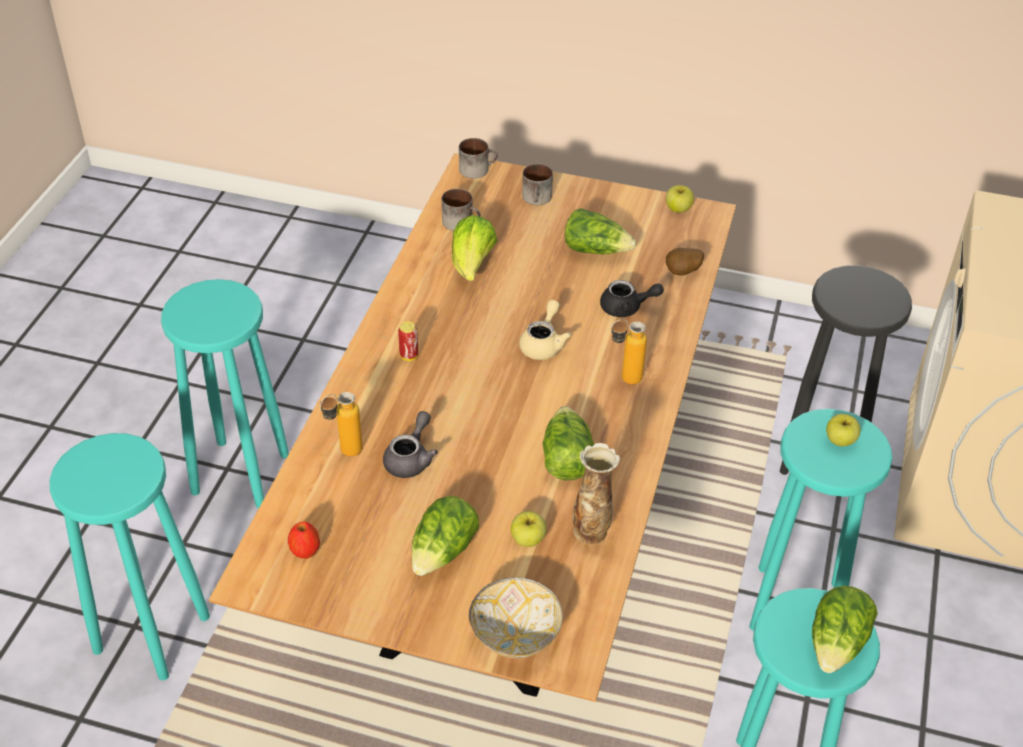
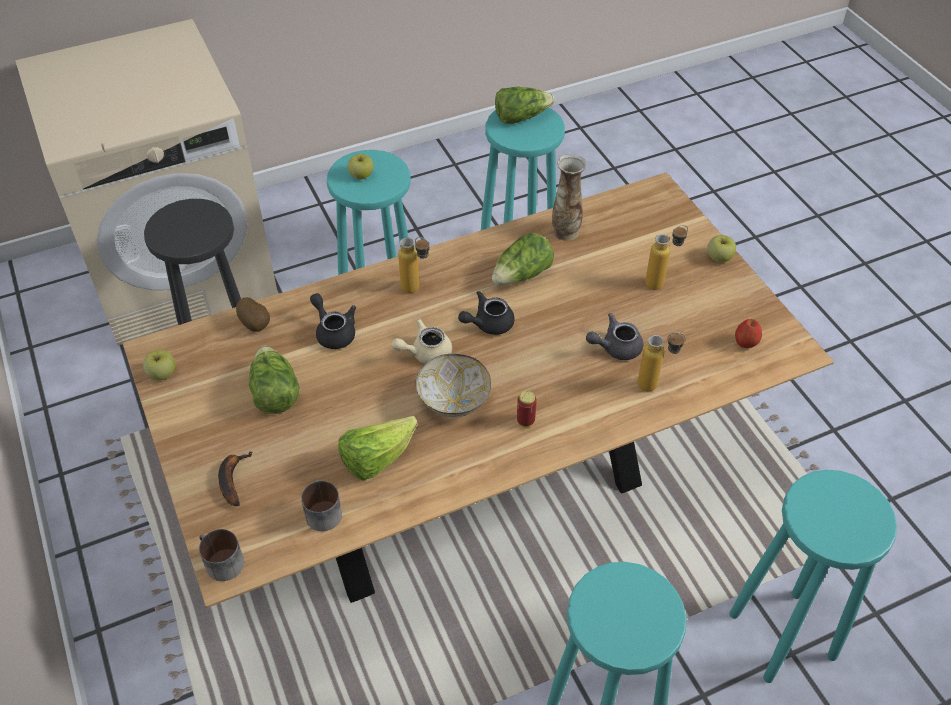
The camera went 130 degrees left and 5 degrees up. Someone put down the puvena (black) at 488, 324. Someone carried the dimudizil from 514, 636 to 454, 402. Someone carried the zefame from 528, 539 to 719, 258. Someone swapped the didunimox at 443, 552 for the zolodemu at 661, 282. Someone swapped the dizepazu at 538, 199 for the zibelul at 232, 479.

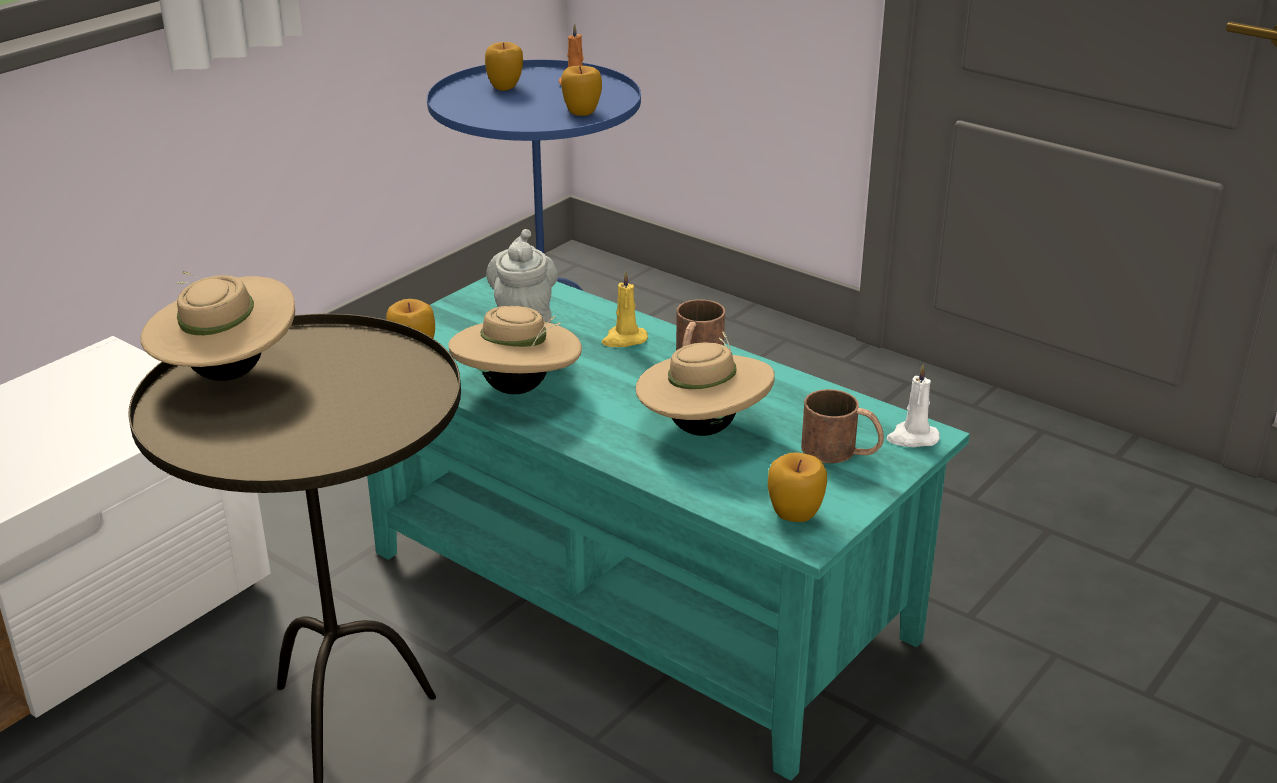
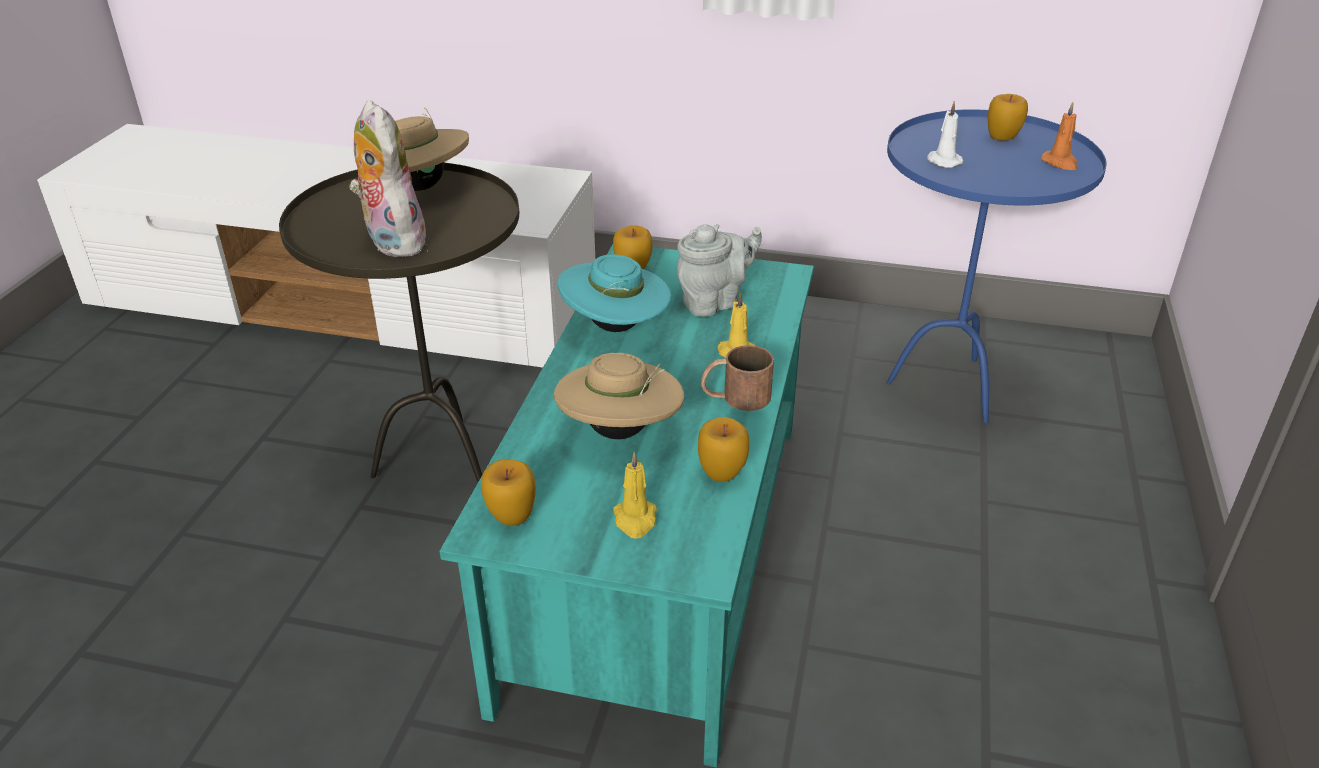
The camera went 65 degrees right and 5 degrees up. Someone put down the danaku at 391, 241. Someone carried the zefame from 582, 112 to 722, 473. Someone carried the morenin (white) from 912, 438 to 942, 161. Someone swapped the dizepazu (brown) at 841, 451 for the morenin (yellow) at 635, 520. Someone repainted the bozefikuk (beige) at 517, 389, which became the bozefikuk (turquoise) at 616, 327.

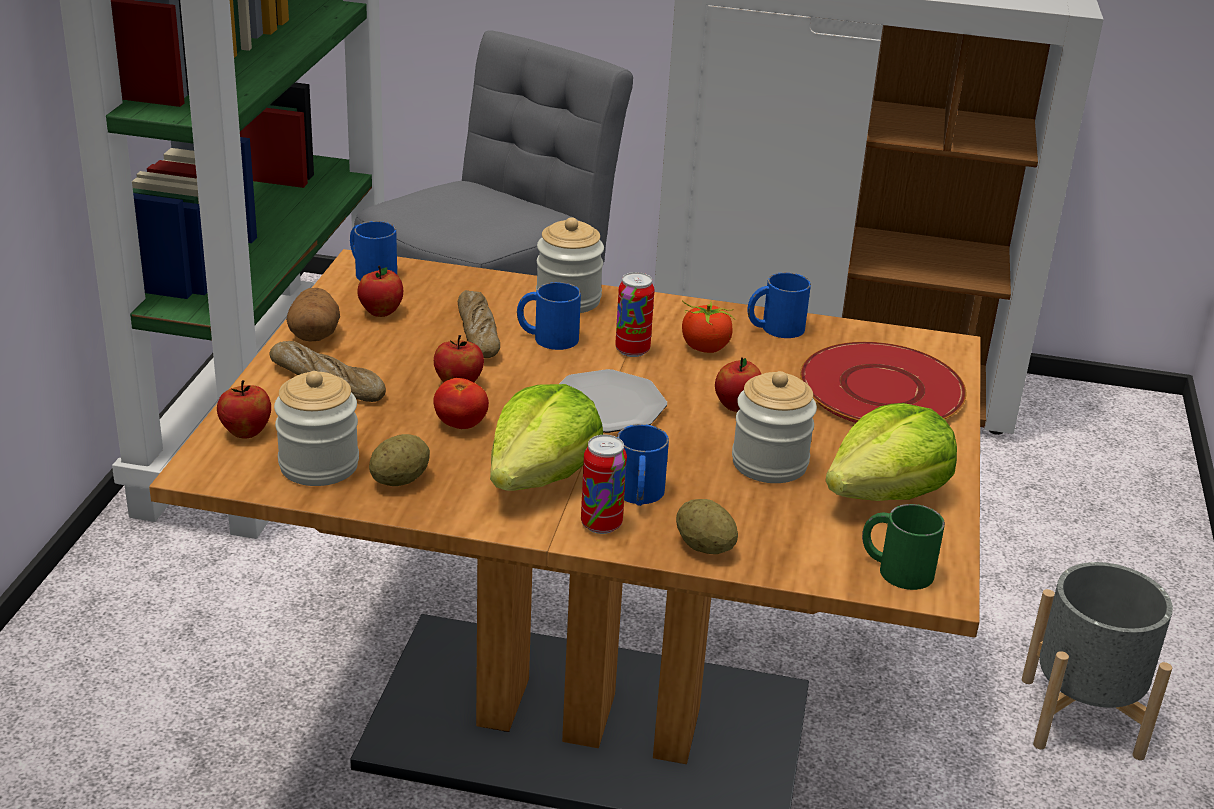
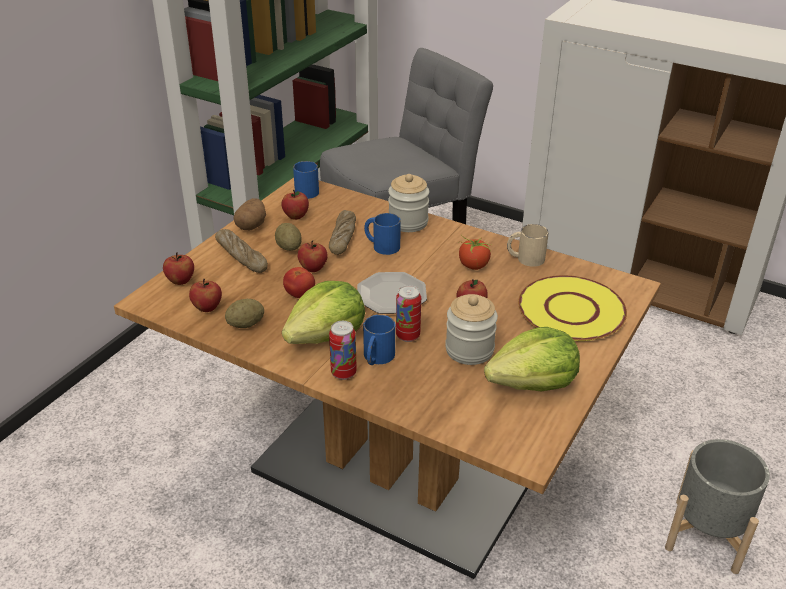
The camera went 20 degrees right and 5 degrees up. Someone took away the dizepazu (green) at 895, 569. Someone carried the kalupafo from 632, 350 to 408, 336. Someone carried the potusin from 704, 547 to 289, 247. Someone swapped the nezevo at 319, 465 for the zefame at 207, 308. Someone repainted the dizepazu (blue) at 774, 328, which became the dizepazu (beige) at 525, 258. Someone repainted the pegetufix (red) at 881, 390, which became the pegetufix (yellow) at 571, 310.

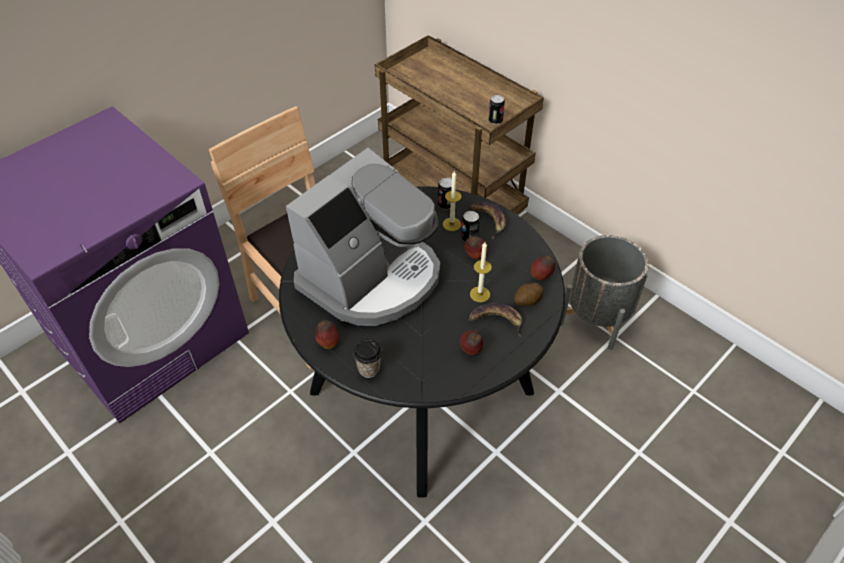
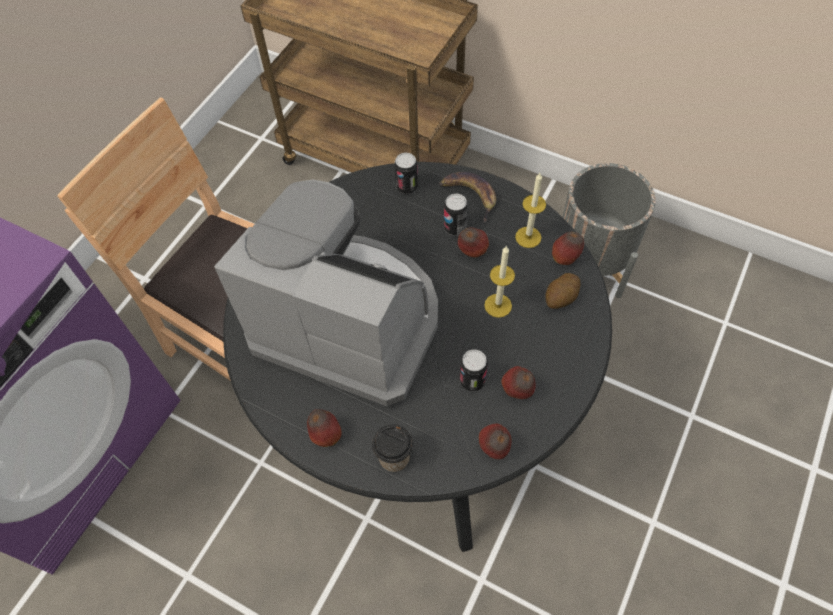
The camera went 15 degrees left and 10 degrees up. Someone took away the zibelul at 497, 320. Someone put down the zefame at 494, 448. Someone carried the morenin from 452, 224 to 528, 237. Someone carried the kalupafo from 495, 120 to 472, 381. Someone rotated the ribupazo at 372, 278 by 90 degrees counterclockwise.

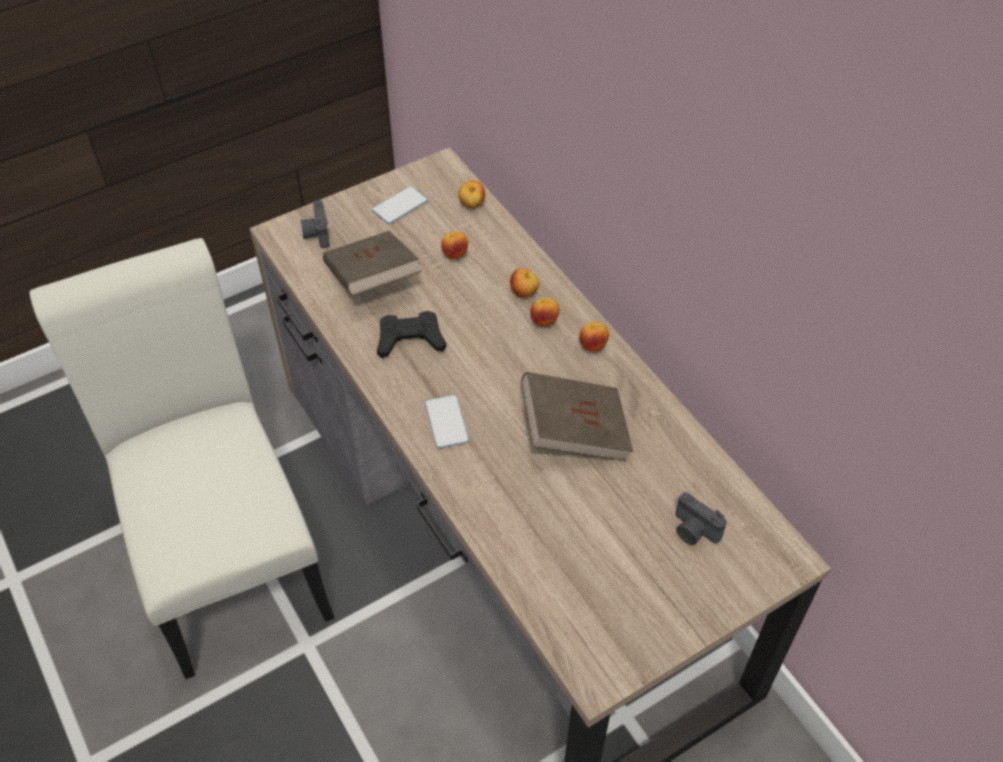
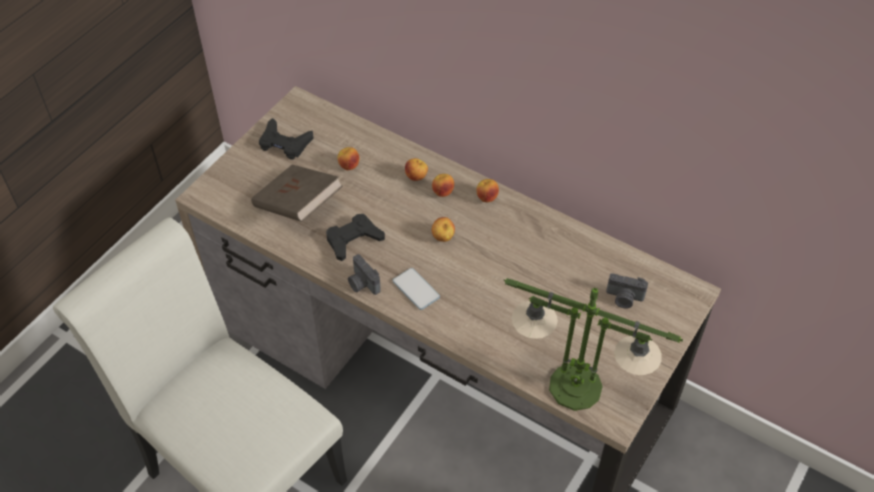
The camera went 25 degrees left and 0 degrees up. Someone took away the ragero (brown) at 574, 432. Someone put down the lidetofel at 574, 387. Someone carried the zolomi from 316, 234 to 362, 284. Someone carried the zefame from 472, 205 to 443, 238. Someone swapped the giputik at 400, 206 for the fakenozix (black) at 284, 143.

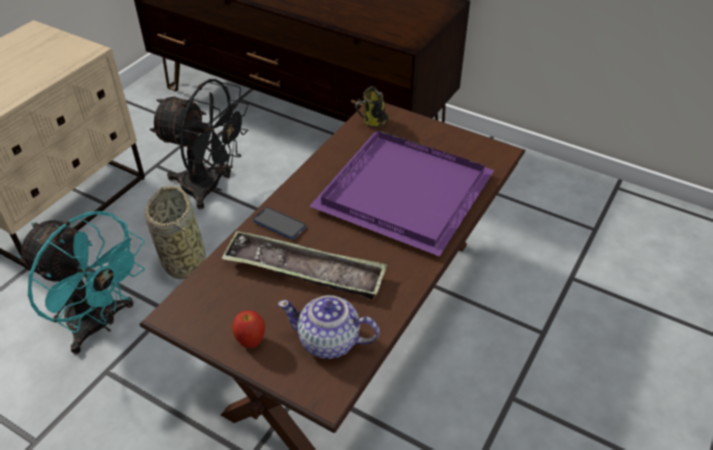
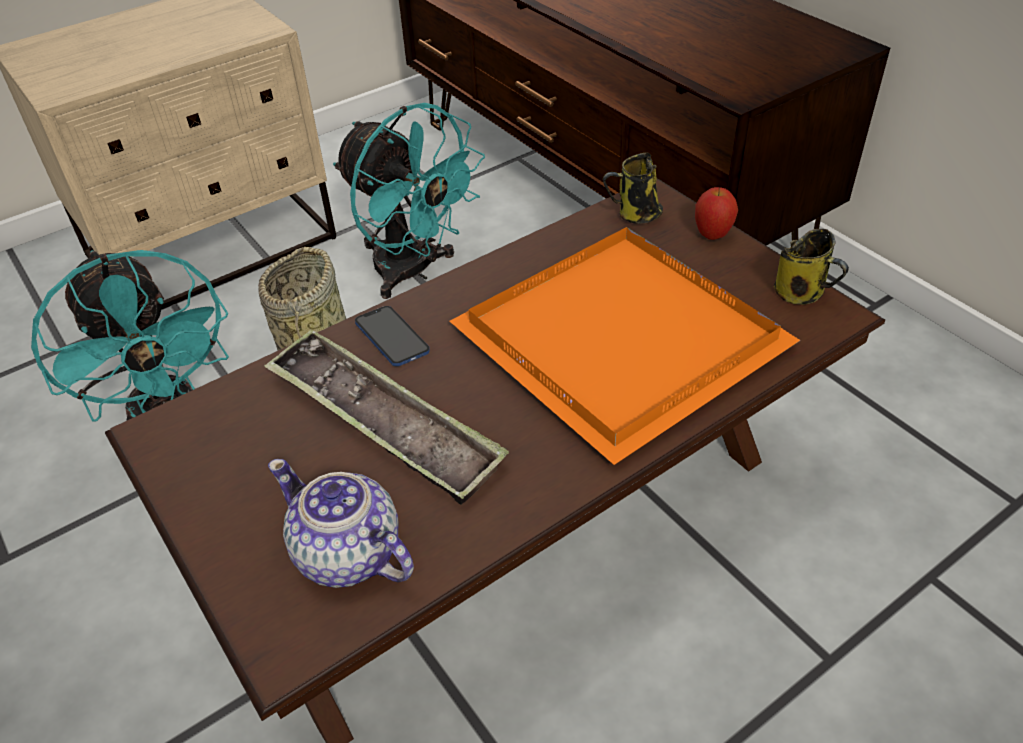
The camera went 25 degrees right and 0 degrees up. Someone put down the dizepazu at 801, 293. Someone carried the zefame from 251, 341 to 712, 235. Someone repainted the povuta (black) at 210, 188, which became the povuta (turquoise) at 414, 272. Someone repainted the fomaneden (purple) at 400, 193, which became the fomaneden (orange) at 613, 339.

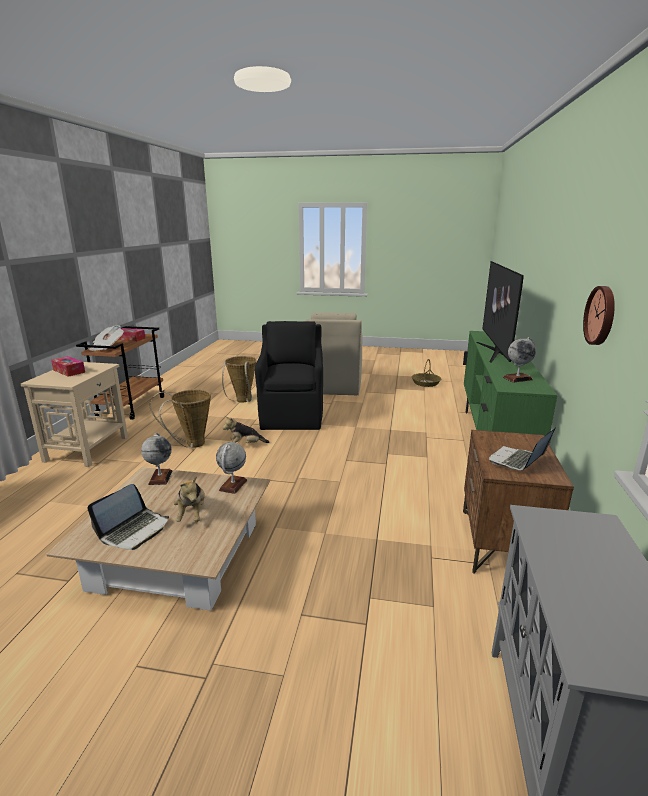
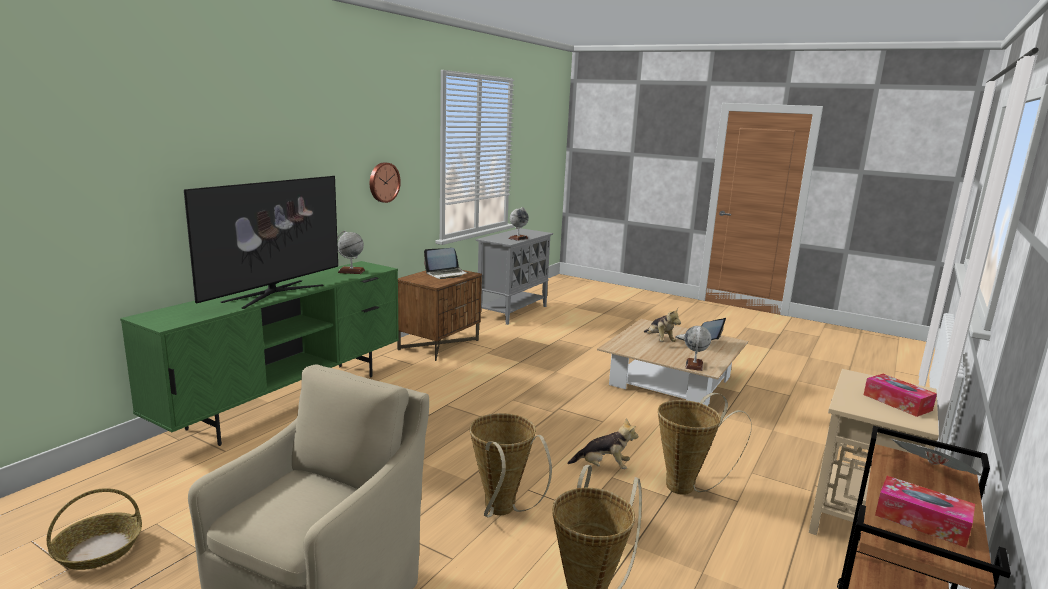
The camera went 160 degrees left and 5 degrees down. Someone carried the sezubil from 233, 485 to 518, 238. Someone swapped the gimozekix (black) at 292, 416 for the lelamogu at 502, 512. Someone rotated the danaku at 192, 514 by 150 degrees clockwise.

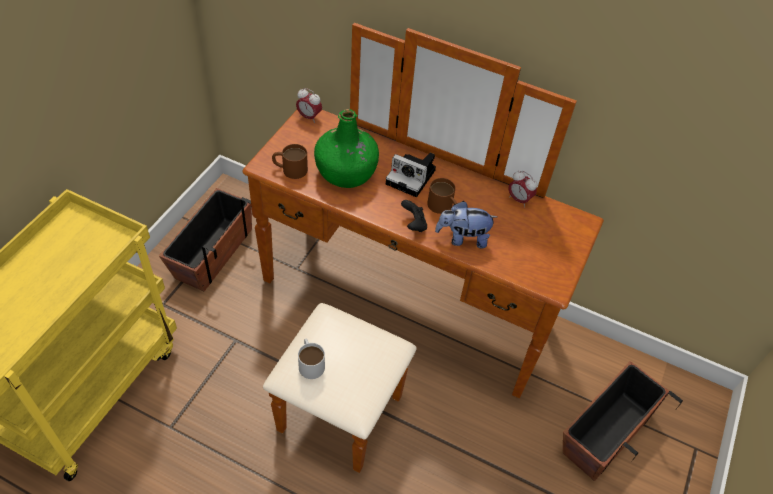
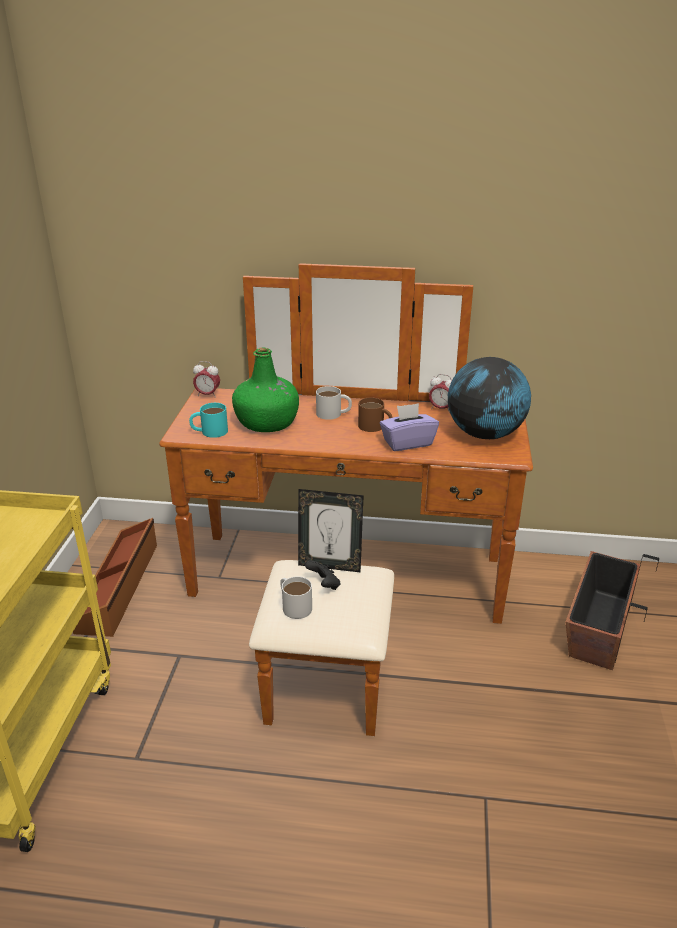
The camera went 15 degrees left and 20 degrees down. Someone put down the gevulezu at 330, 565. Someone put down the sezubil at 485, 434. Someone carried the fakenozix (black) from 413, 224 to 324, 585. Someone swapped the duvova at 213, 253 for the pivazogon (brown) at 120, 586. Someone swapped the zolomi at 412, 177 for the dizepazu (white) at 333, 414. Someone swapped the danaku at 463, 238 for the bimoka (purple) at 407, 443. Someone repainted the dizepazu (brown) at 290, 169, which became the dizepazu (turquoise) at 209, 431.

